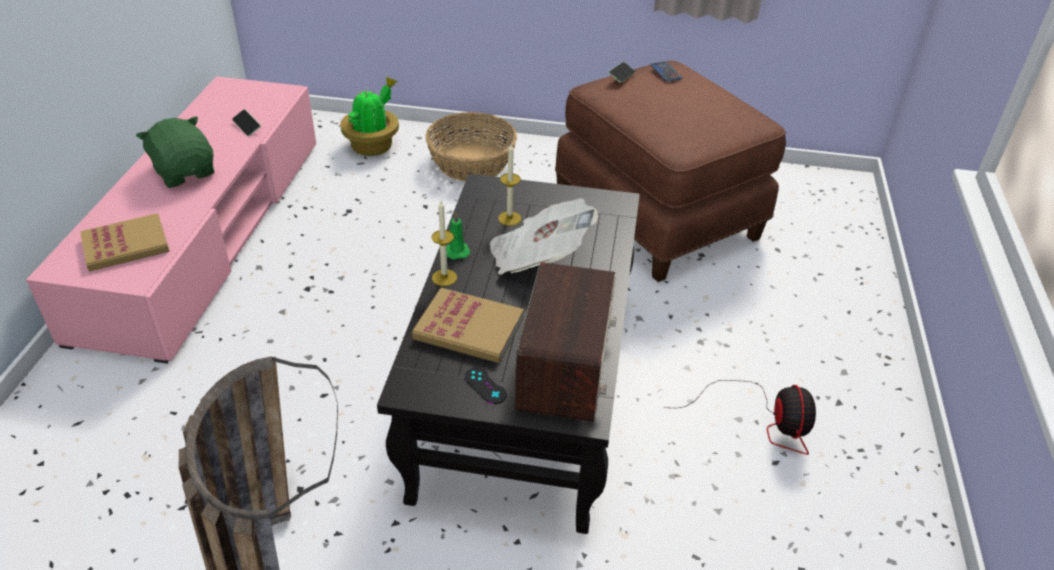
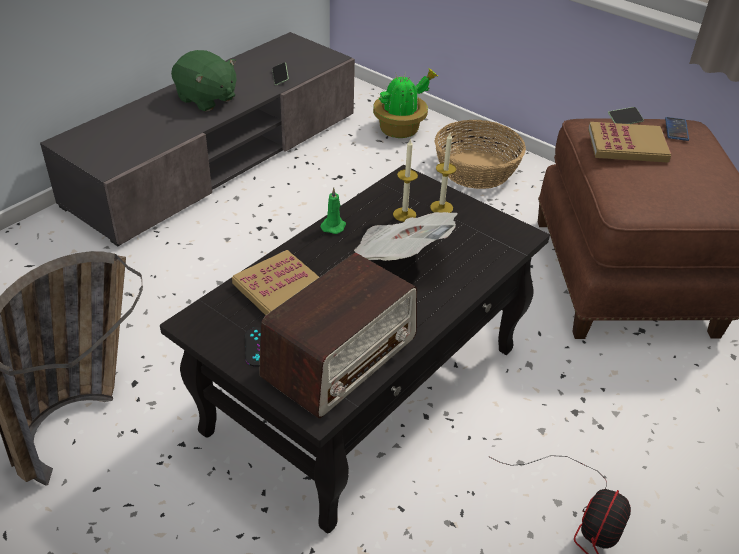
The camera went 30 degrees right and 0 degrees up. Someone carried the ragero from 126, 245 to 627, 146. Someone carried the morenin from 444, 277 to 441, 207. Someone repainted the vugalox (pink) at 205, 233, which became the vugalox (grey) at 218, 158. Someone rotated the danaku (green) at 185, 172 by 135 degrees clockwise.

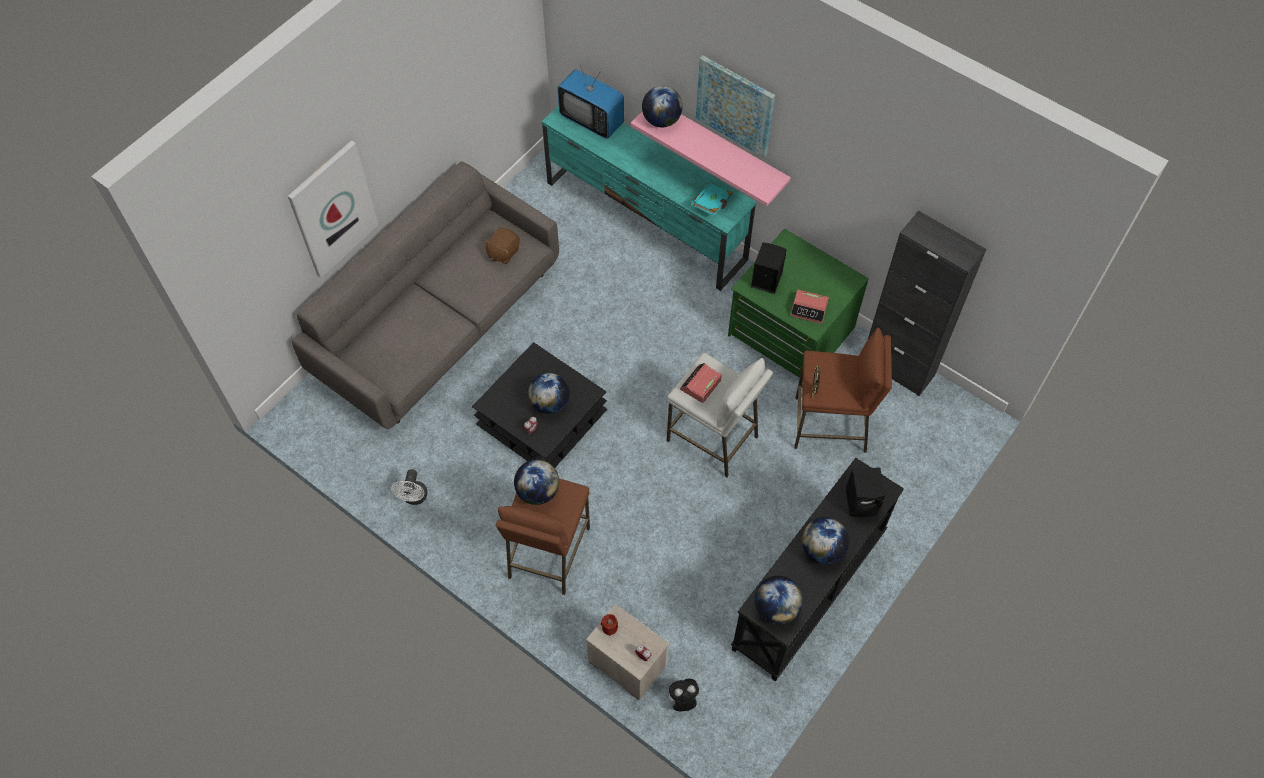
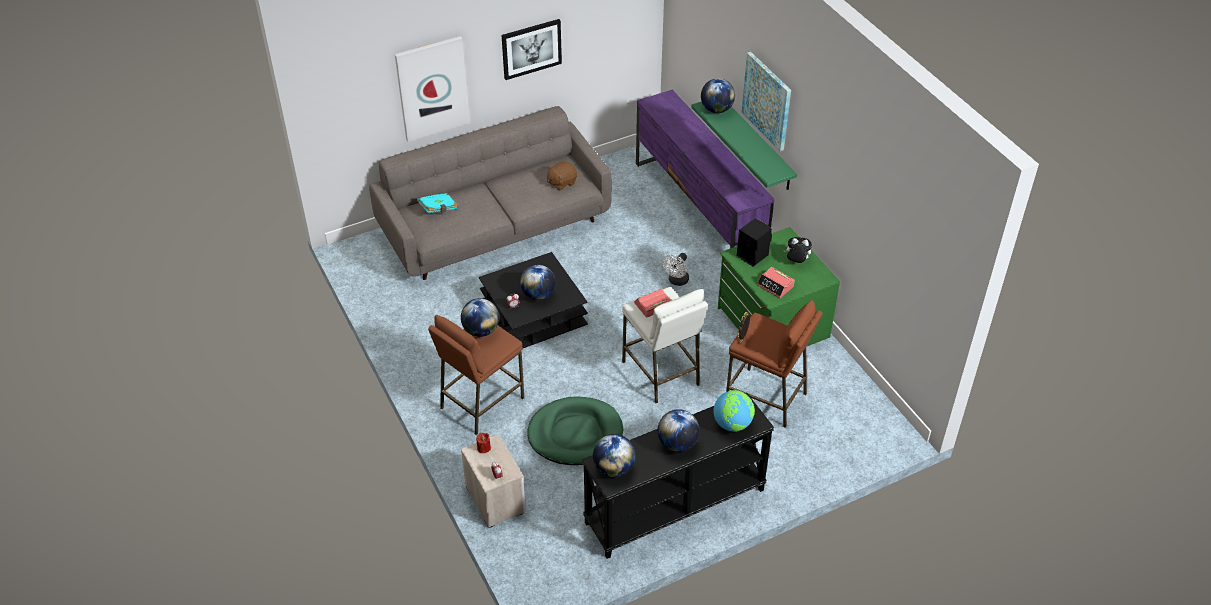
The camera went 25 degrees right and 15 degrees down. Someone took away the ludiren at 592, 120. Someone took away the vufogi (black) at 897, 368. Someone put up the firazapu at 531, 48. Someone put down the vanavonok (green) at 575, 434. Someone carried the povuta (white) from 414, 498 to 677, 281. Someone carried the danaku from 682, 701 to 796, 262. Someone carried the ragero (turquoise) from 712, 205 to 438, 209. Someone swapped the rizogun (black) at 862, 502 for the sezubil at 732, 424. Someone repainted the vugalox (turquoise) at 646, 221, which became the vugalox (purple) at 698, 212. Someone repainted the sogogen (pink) at 720, 148, which became the sogogen (green) at 756, 144.

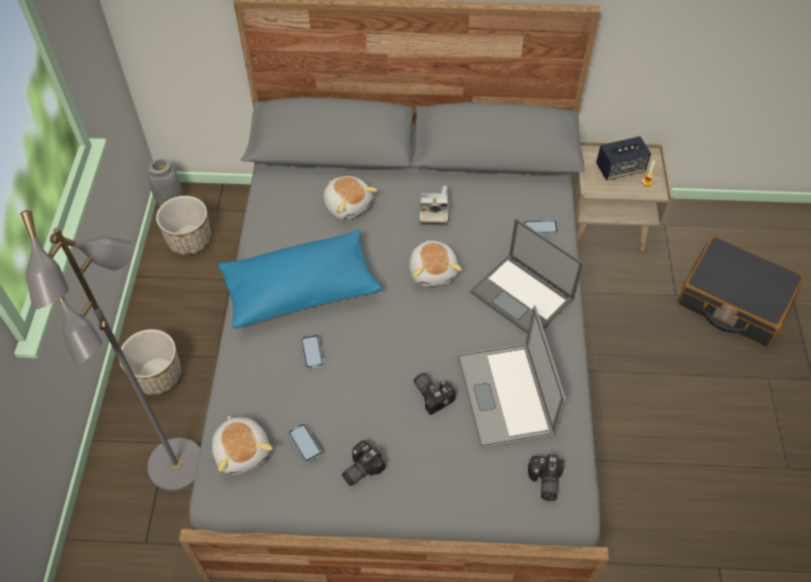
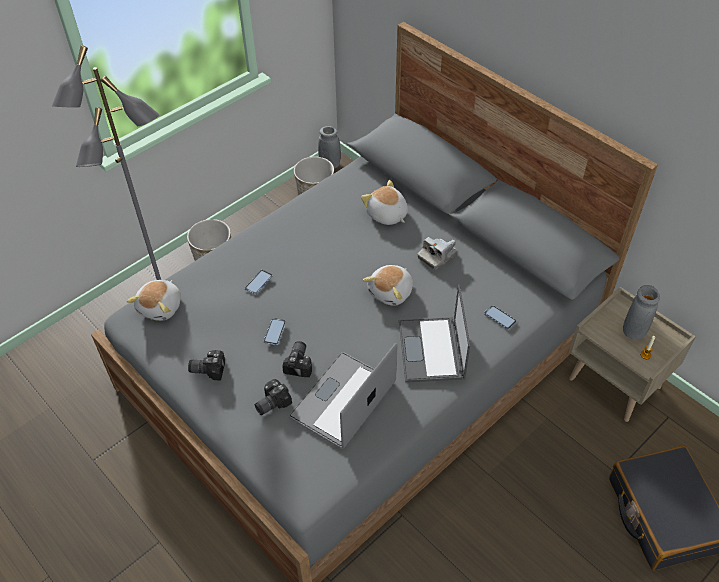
The camera went 45 degrees right and 5 degrees down. Someone took away the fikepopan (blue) at 301, 290. Someone carried the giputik from 305, 443 to 275, 332. Someone carried the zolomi from 544, 482 to 271, 402. Someone swapped the rizogun at 620, 169 for the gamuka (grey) at 634, 331. Someone rotated the danaku at 348, 205 by 135 degrees clockwise.

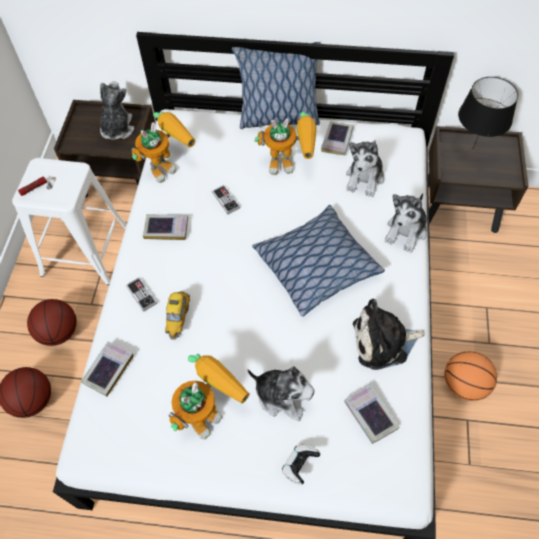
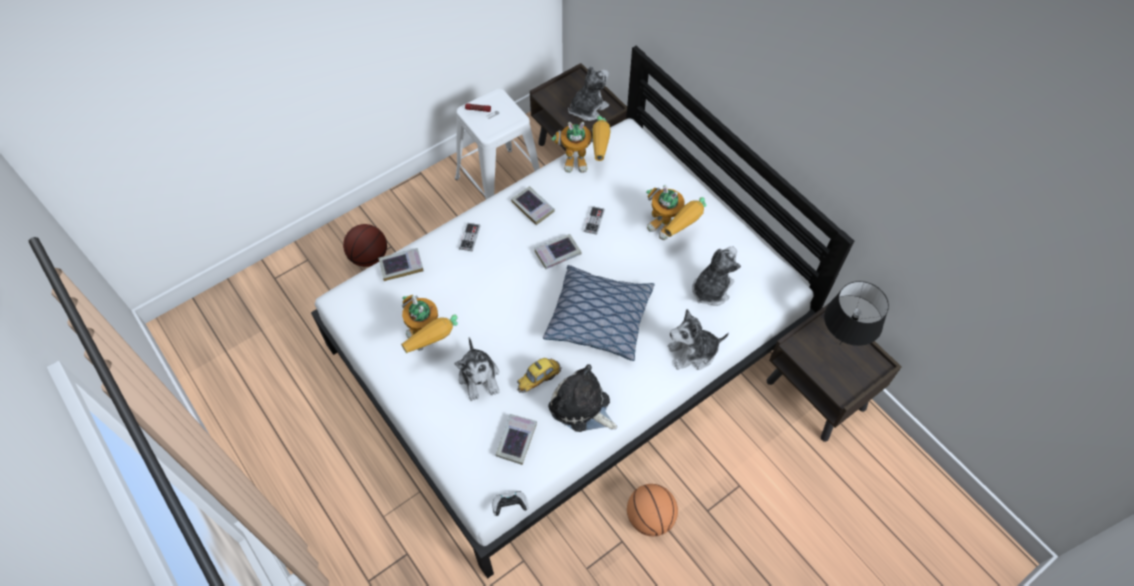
The camera went 45 degrees right and 0 degrees up. Someone took away the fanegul at 59, 332. Someone took away the fikepopan at 277, 118. Someone carried the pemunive from 178, 317 to 538, 379. Someone carried the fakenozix from 299, 465 to 510, 505. Someone carried the ragero from 337, 140 to 558, 253. Someone rotated the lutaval at 209, 409 by 60 degrees clockwise. Someone rotated the danaku at 364, 178 by 150 degrees clockwise.

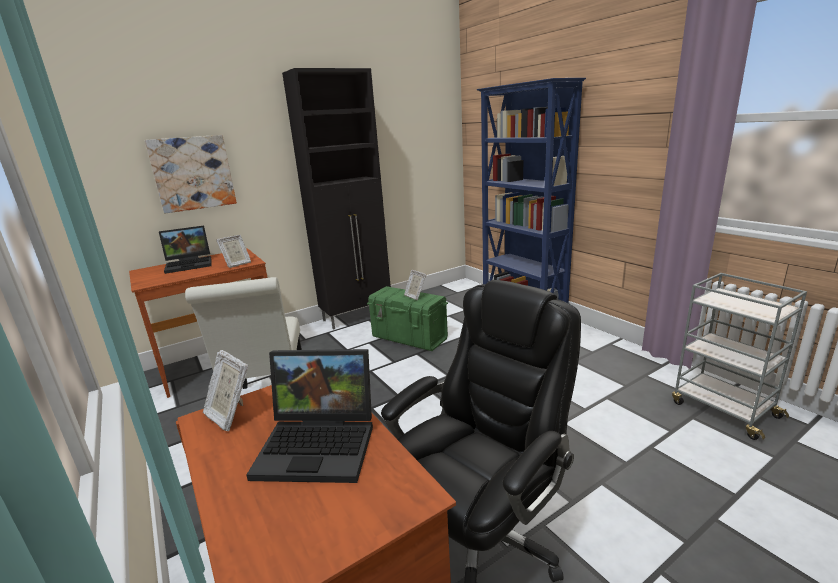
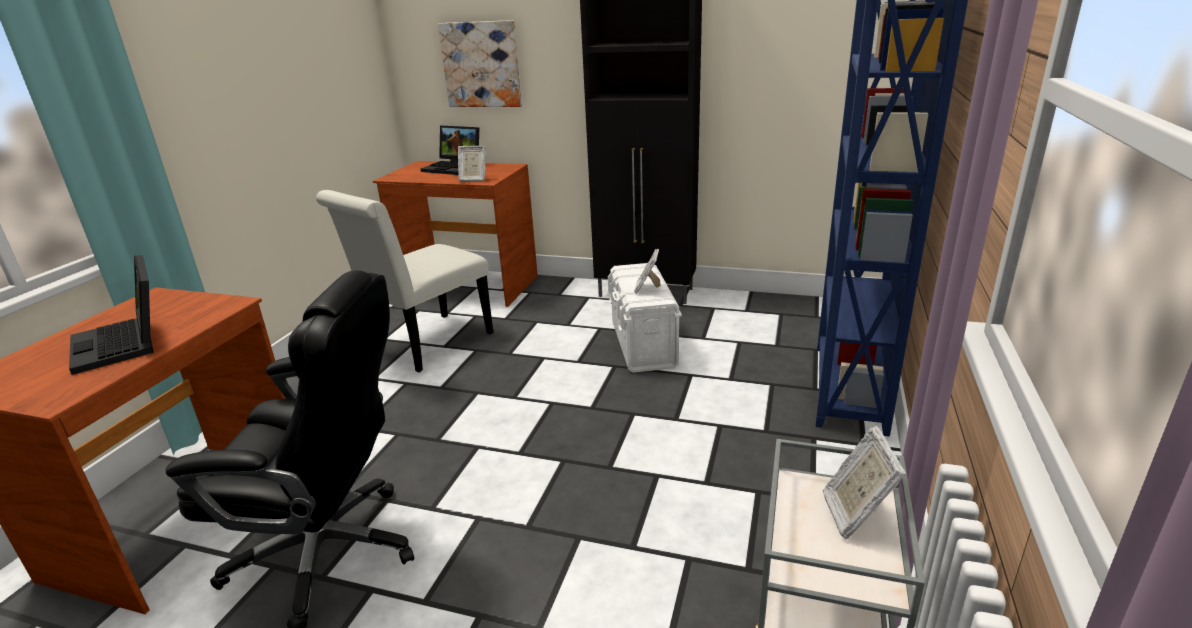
The camera went 50 degrees right and 5 degrees up. Someone carried the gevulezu from 230, 414 to 855, 514. Someone repainted the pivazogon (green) at 409, 338, which became the pivazogon (white) at 643, 345.

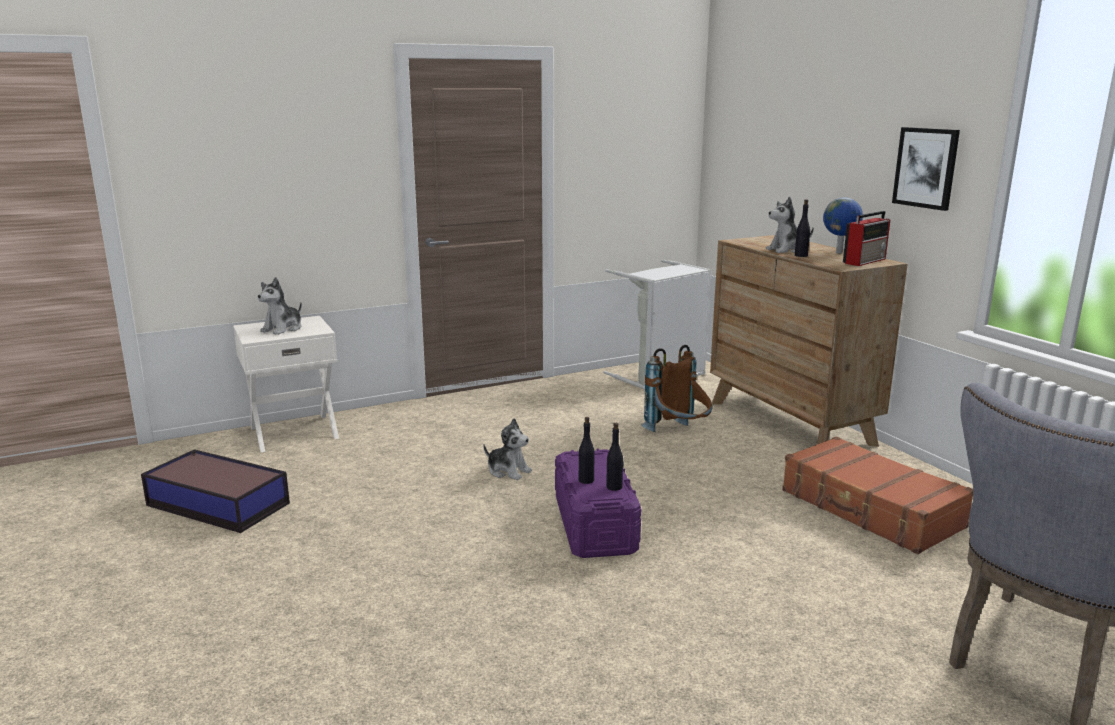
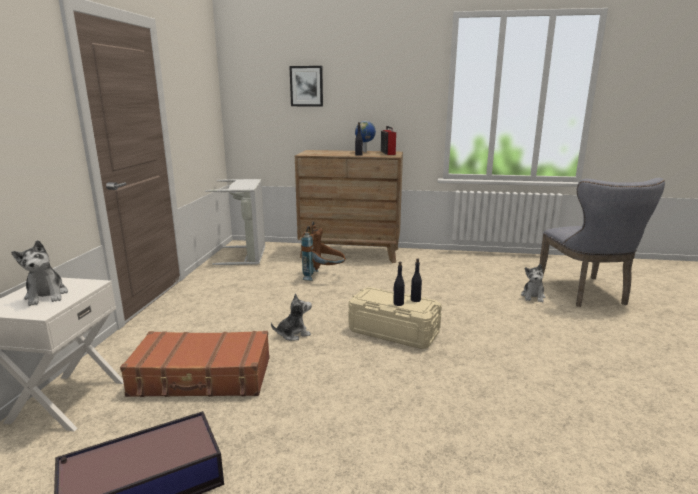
The camera went 55 degrees left and 0 degrees up. Someone carried the danaku from 788, 250 to 533, 296. Someone carried the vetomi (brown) from 870, 509 to 202, 377. Someone carried the firazapu from 926, 168 to 306, 86. Someone repainted the pivazogon (purple) at 595, 524, which became the pivazogon (beige) at 393, 332.

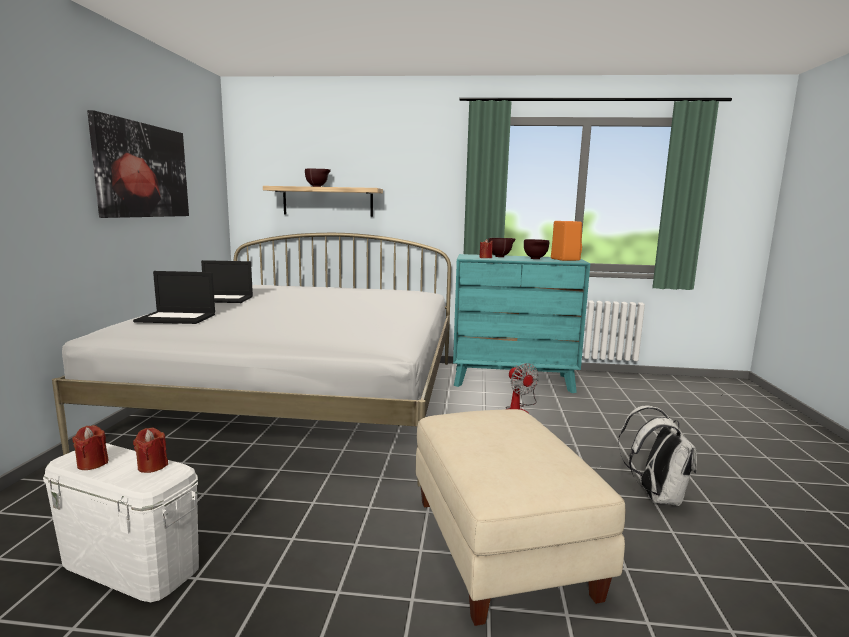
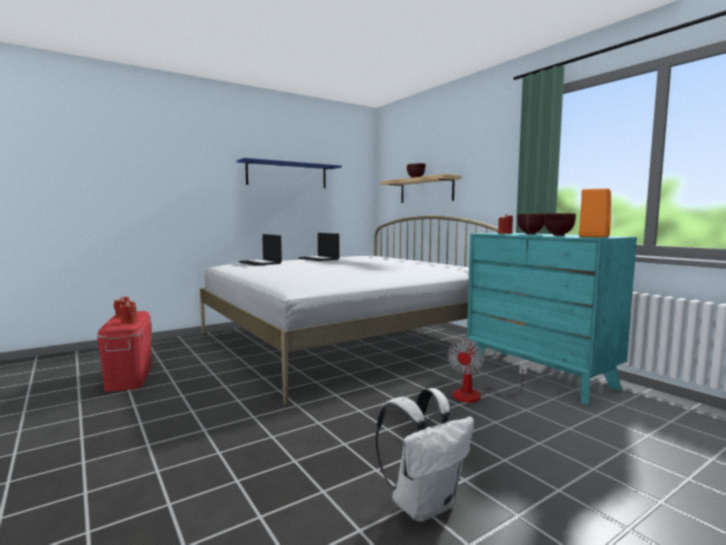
The camera went 50 degrees right and 5 degrees down. Someone took away the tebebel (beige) at 498, 544. Someone swapped the firazapu at 143, 170 for the sogogen (blue) at 287, 175. Someone repainted the pivazogon (white) at 131, 564, which became the pivazogon (red) at 130, 376.

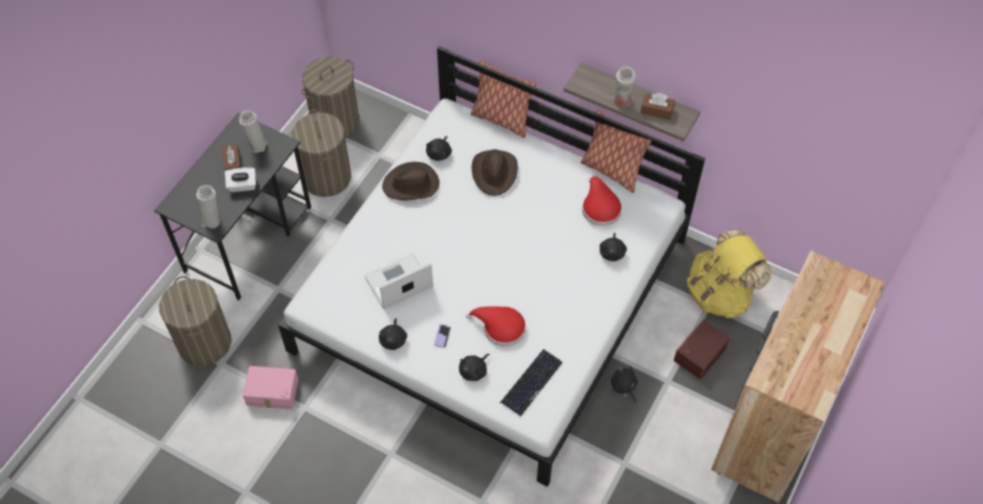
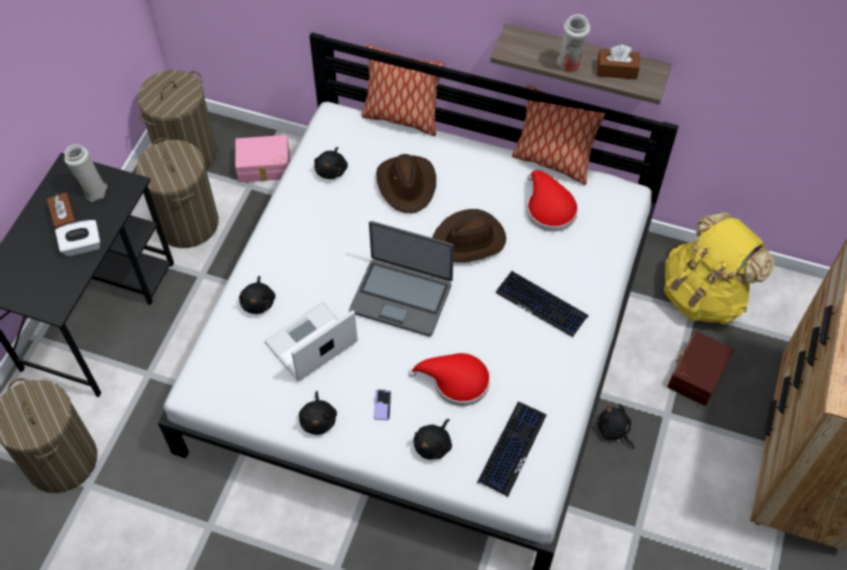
The camera went 10 degrees left and 0 degrees up. Someone took away the gamuka (white) at 212, 220. Someone put down the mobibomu at 401, 297. Someone put down the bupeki at 541, 304. Someone carried the pivazogon (pink) from 272, 393 to 264, 167. Someone carried the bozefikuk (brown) from 411, 185 to 469, 240. Someone carried the danaku (black) from 612, 252 to 258, 302.

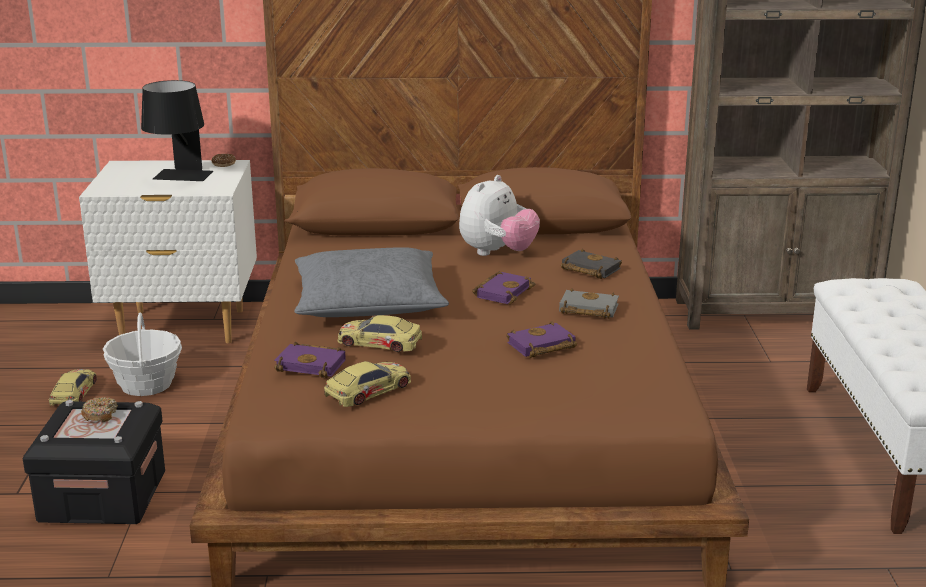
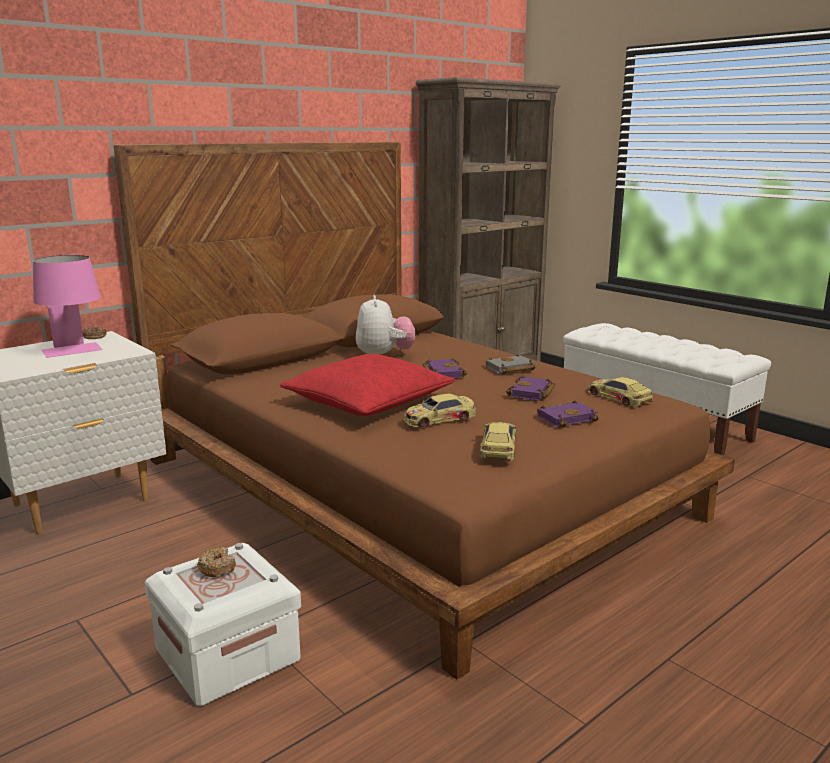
The camera went 40 degrees left and 5 degrees down. Someone took away the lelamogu at 146, 384. Someone took away the ragero (black) at 588, 269. Someone carried the pemunive from 74, 393 to 619, 397. Someone carried the ragero (purple) from 313, 365 to 567, 418. Someone repainted the pivazogon (black) at 103, 496, which became the pivazogon (white) at 227, 655. Someone repainted the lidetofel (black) at 179, 178, which became the lidetofel (pink) at 74, 352. Someone repainted the fikepopan (grey) at 368, 302, which became the fikepopan (red) at 367, 401.

